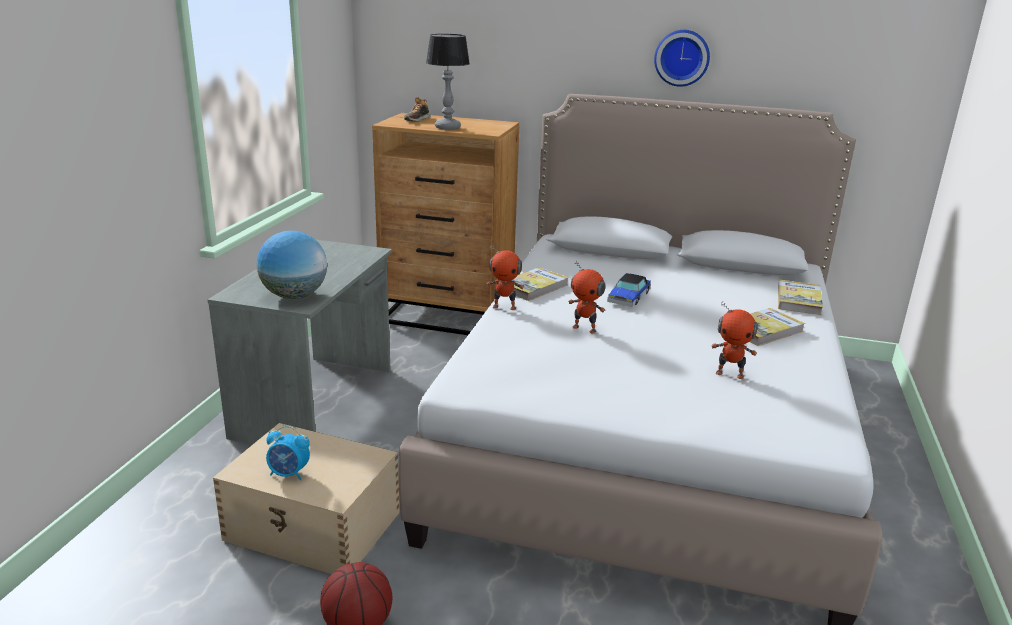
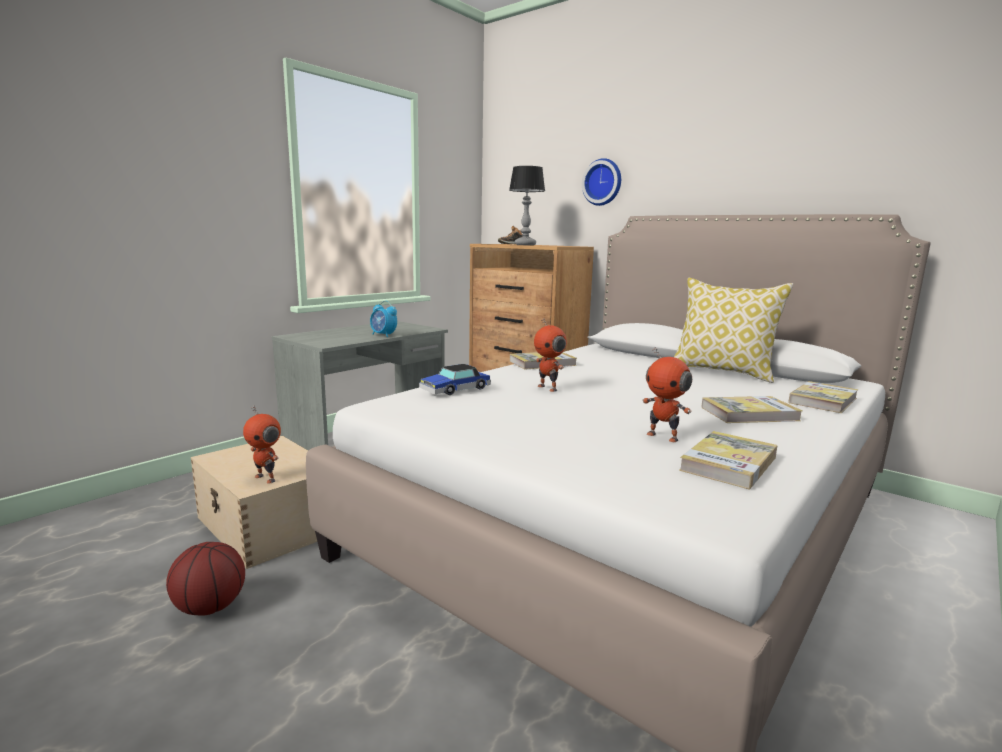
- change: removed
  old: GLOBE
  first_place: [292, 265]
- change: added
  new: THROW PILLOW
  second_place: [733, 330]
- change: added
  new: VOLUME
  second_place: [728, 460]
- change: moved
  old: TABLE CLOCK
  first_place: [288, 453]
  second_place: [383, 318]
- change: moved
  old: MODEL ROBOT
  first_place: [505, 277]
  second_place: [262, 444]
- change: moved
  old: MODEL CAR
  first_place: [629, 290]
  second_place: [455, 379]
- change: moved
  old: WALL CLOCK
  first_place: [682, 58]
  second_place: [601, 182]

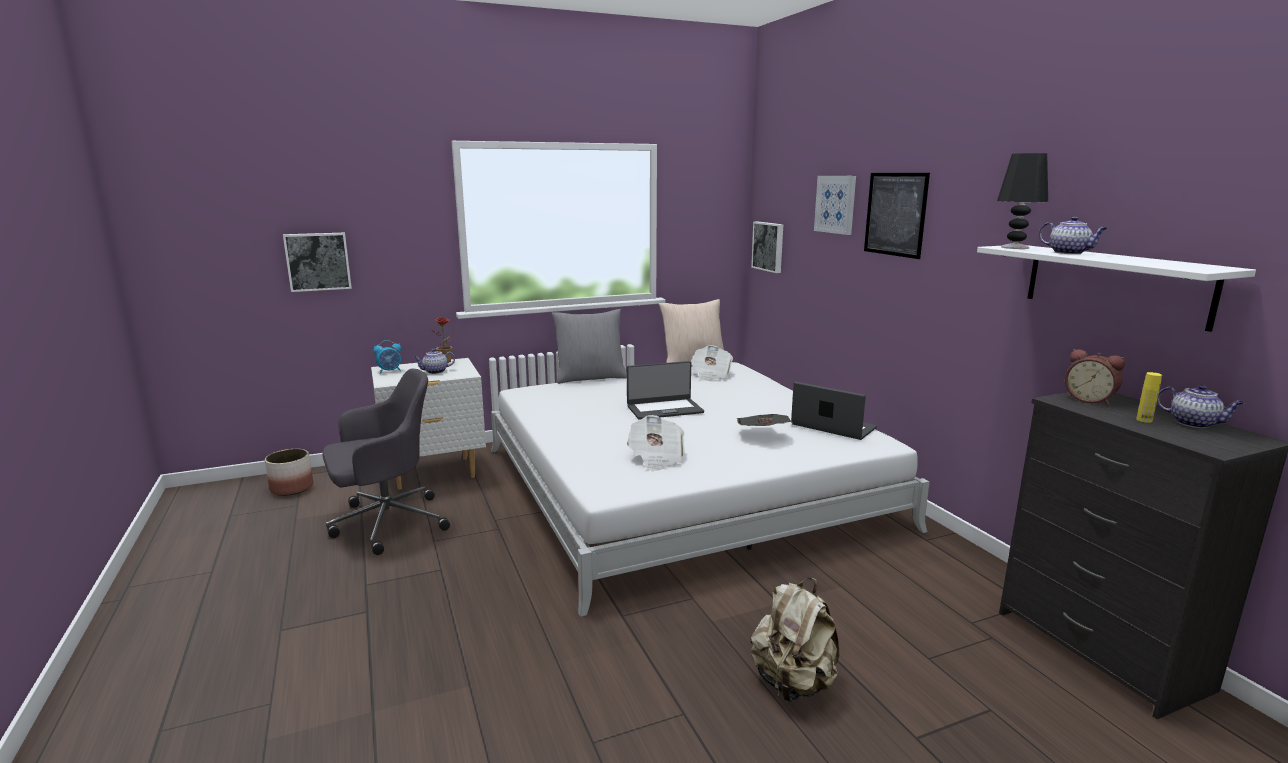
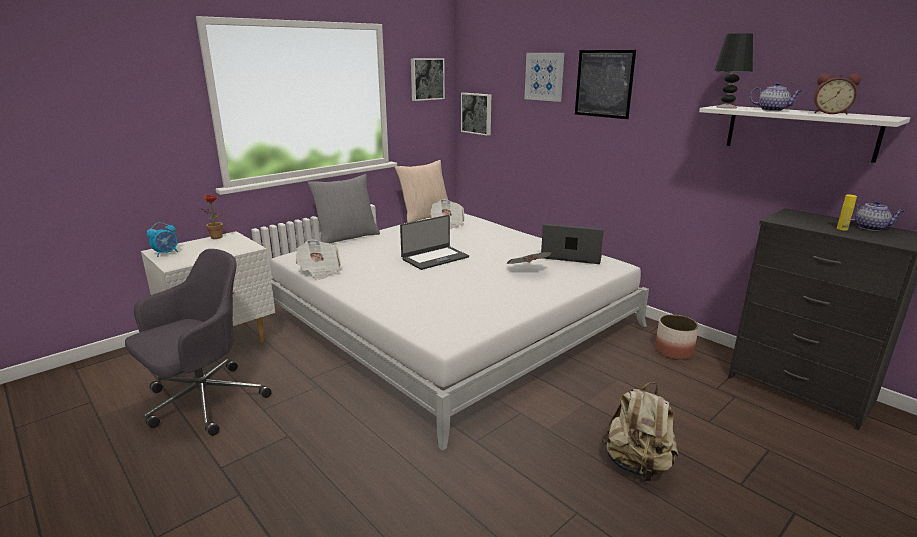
- change: removed
  old: TEAPOT
  first_place: [434, 361]
- change: moved
  old: FLOWER POT
  first_place: [289, 472]
  second_place: [677, 337]
- change: moved
  old: PICTURE
  first_place: [317, 262]
  second_place: [428, 79]
- change: moved
  old: PRINTED PAPER
  first_place: [656, 443]
  second_place: [318, 259]
- change: moved
  old: TABLE CLOCK
  first_place: [1095, 377]
  second_place: [837, 94]

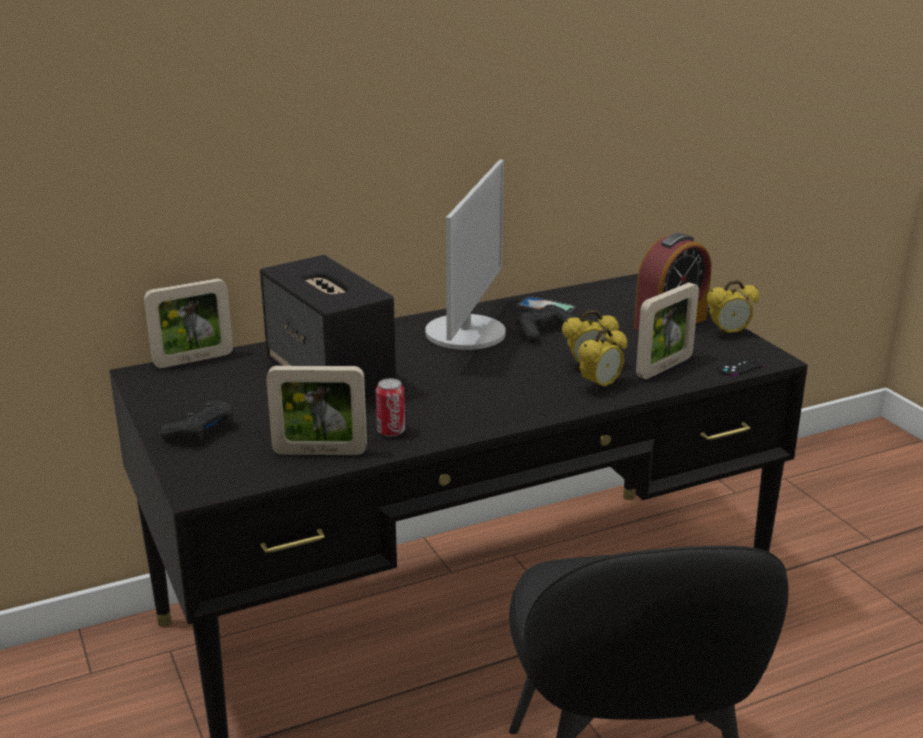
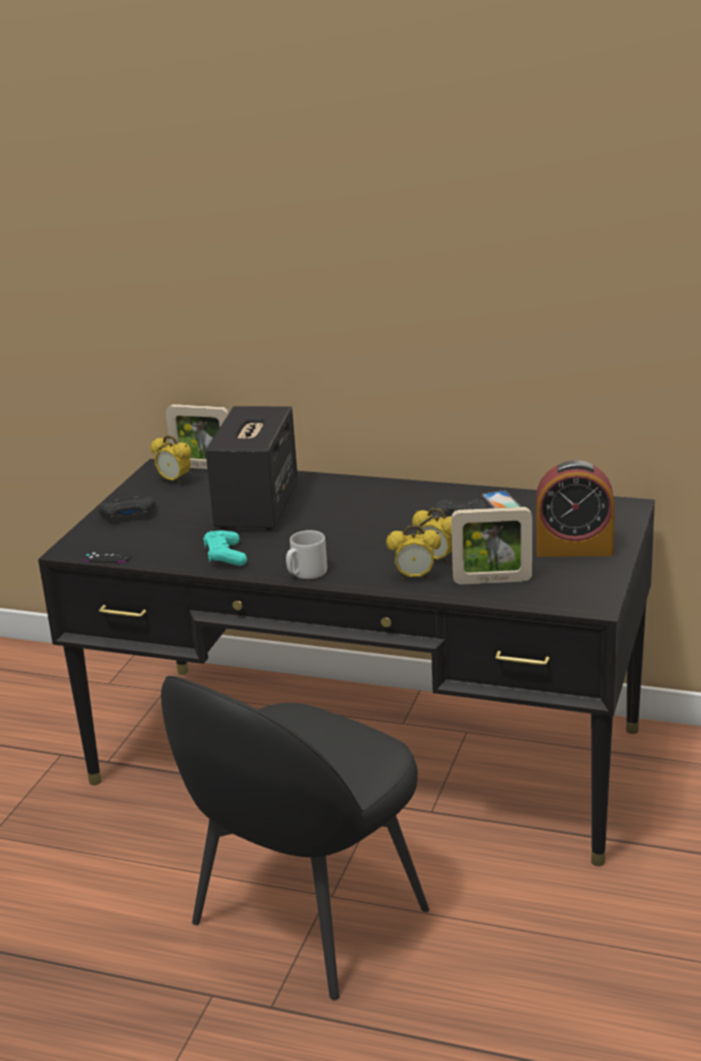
- change: removed
  old: PHOTO FRAME
  first_place: [316, 410]
- change: removed
  old: MONITOR
  first_place: [465, 254]
- change: added
  new: GREY COFFEE MUG
  second_place: [306, 554]
- change: moved
  old: TABLE CLOCK
  first_place: [733, 308]
  second_place: [171, 459]
- change: moved
  old: BLACK JOYPAD
  first_place: [741, 366]
  second_place: [107, 556]
- change: replaced
  old: METAL CAN
  new: BLUE-GREEN JOYPAD
  first_place: [390, 407]
  second_place: [225, 548]

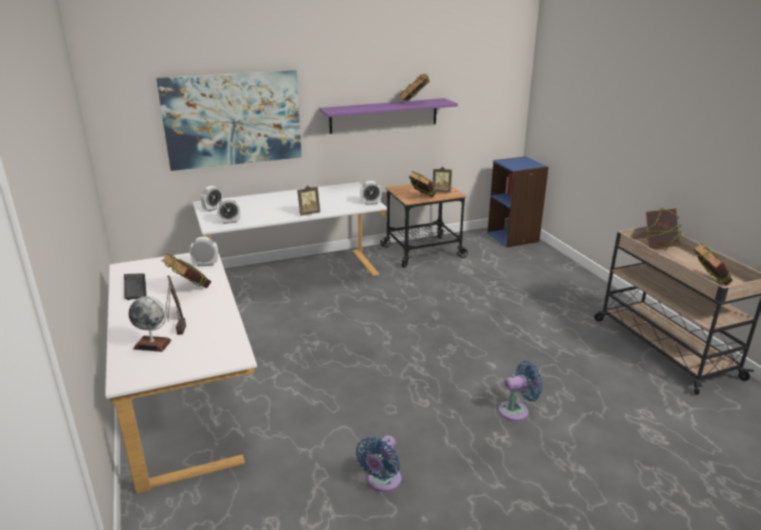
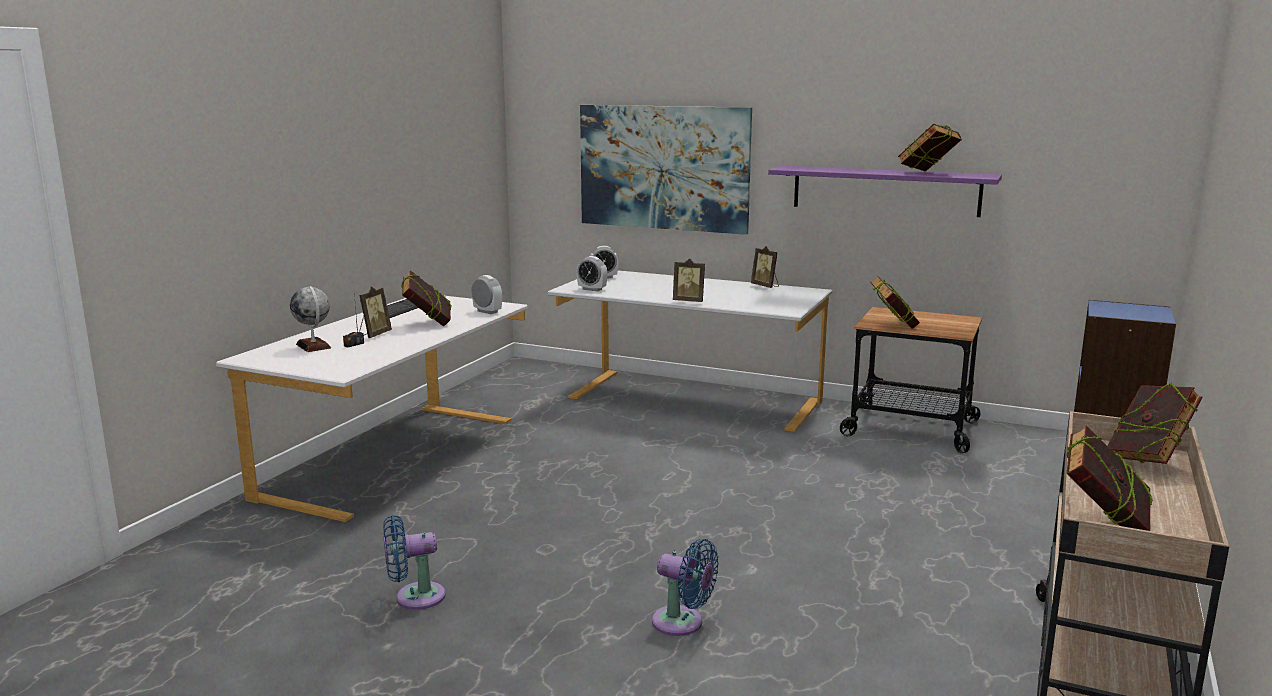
- change: removed
  old: TABLE CLOCK
  first_place: [371, 193]
- change: moved
  old: PHOTO FRAME
  first_place: [442, 180]
  second_place: [765, 267]

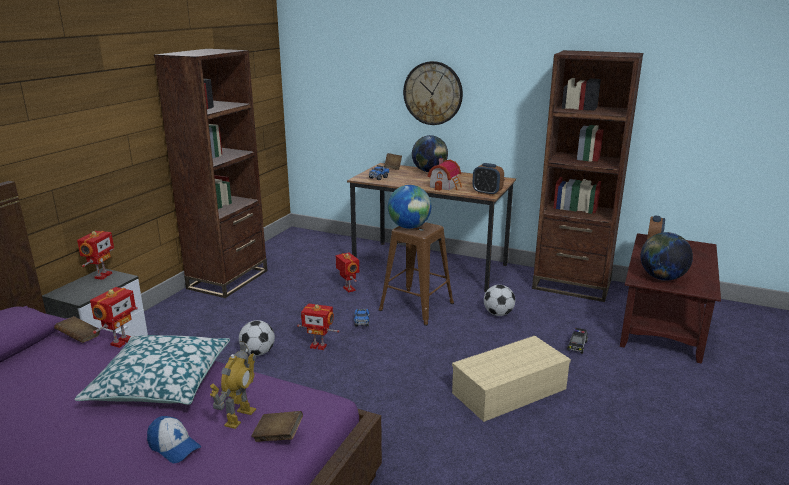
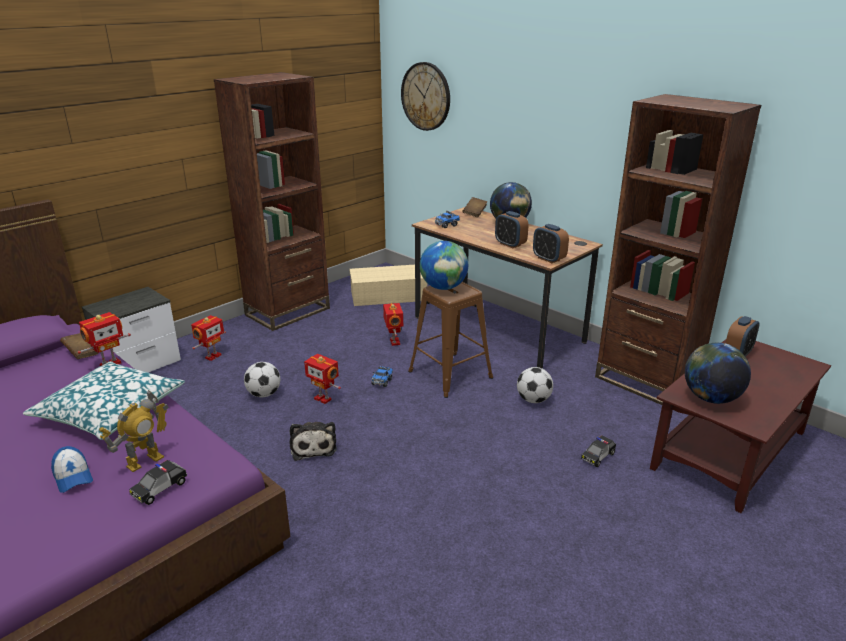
- change: added
  new: CUDDLY TOY
  second_place: [313, 441]
- change: moved
  old: MODEL ROBOT
  first_place: [95, 255]
  second_place: [208, 338]
- change: moved
  old: WALL CLOCK
  first_place: [433, 93]
  second_place: [425, 96]
- change: moved
  old: BEIGE-COLOURED STORAGE BIN
  first_place: [511, 379]
  second_place: [388, 285]
- change: replaced
  old: BROWN-COLOURED VOLUME
  new: MODEL CAR
  first_place: [277, 426]
  second_place: [158, 482]
- change: replaced
  old: MINIATURE HOUSE
  new: TABLE CLOCK
  first_place: [444, 174]
  second_place: [511, 229]

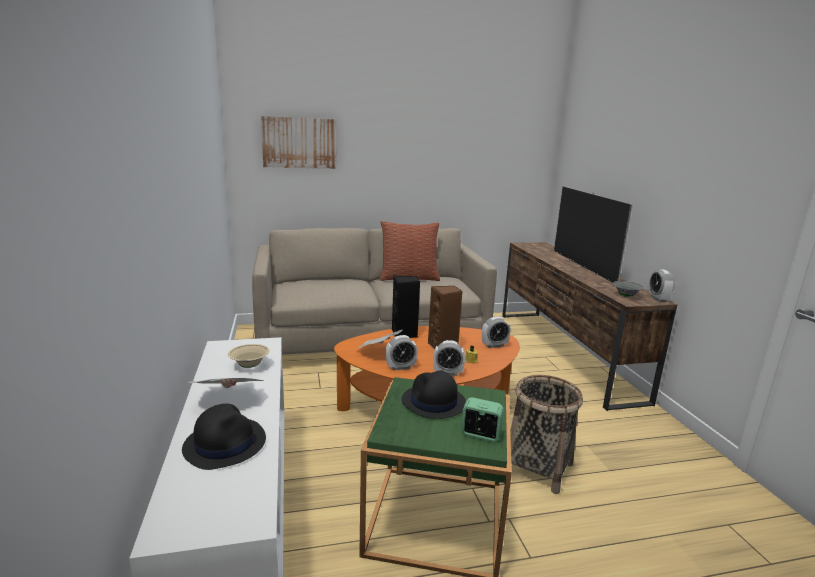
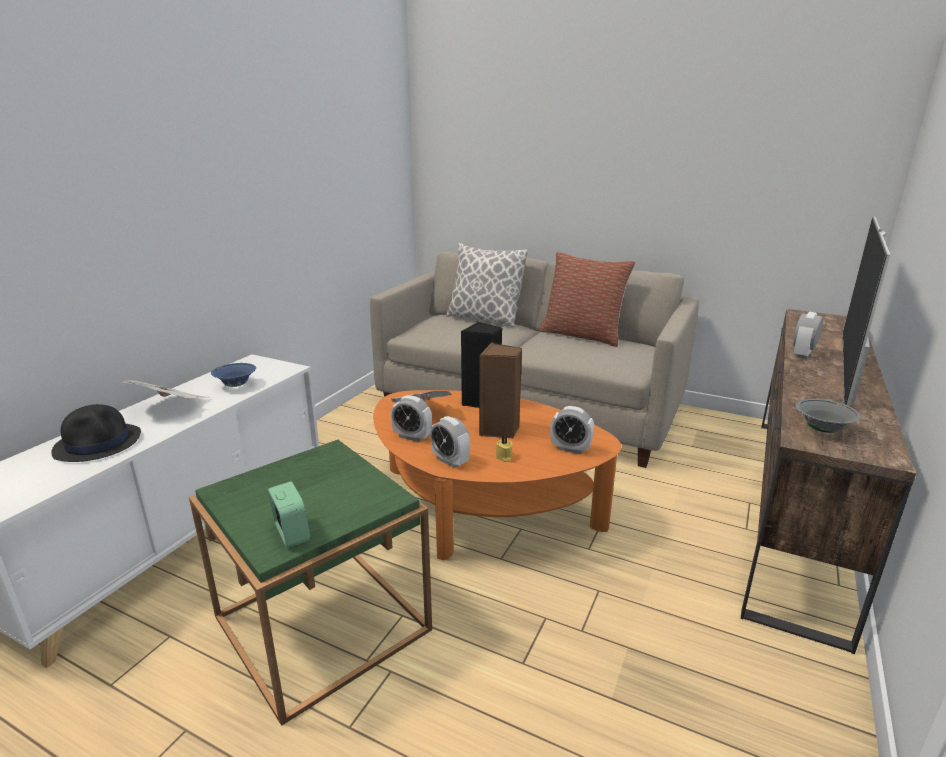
- change: removed
  old: PICTURE
  first_place: [298, 142]
- change: removed
  old: BLACK WEARABLE HAT
  first_place: [433, 394]
- change: removed
  old: HOUSEHOLD BASKET
  first_place: [546, 434]
- change: added
  new: THROW PILLOW
  second_place: [487, 285]
- change: moved
  old: TABLE CLOCK
  first_place: [661, 286]
  second_place: [808, 335]
- change: recoloured
  old: BEIGE-COLOURED BOWL
  new: BLUE BOWL
  first_place: [249, 356]
  second_place: [233, 375]

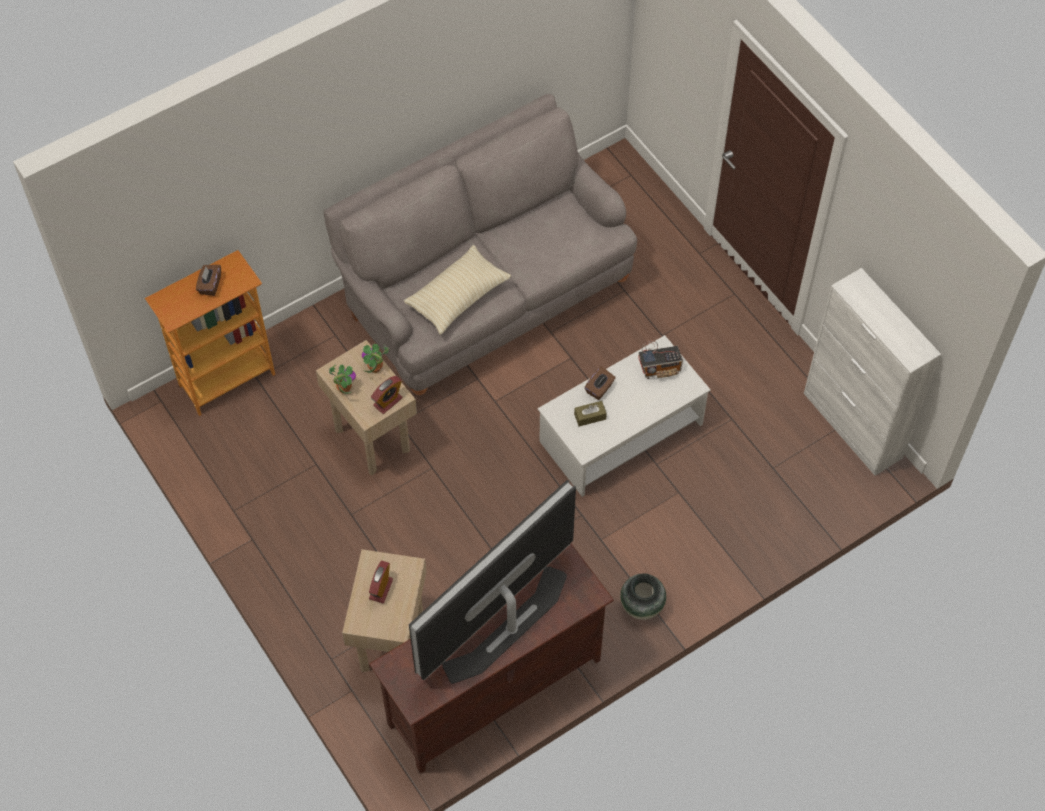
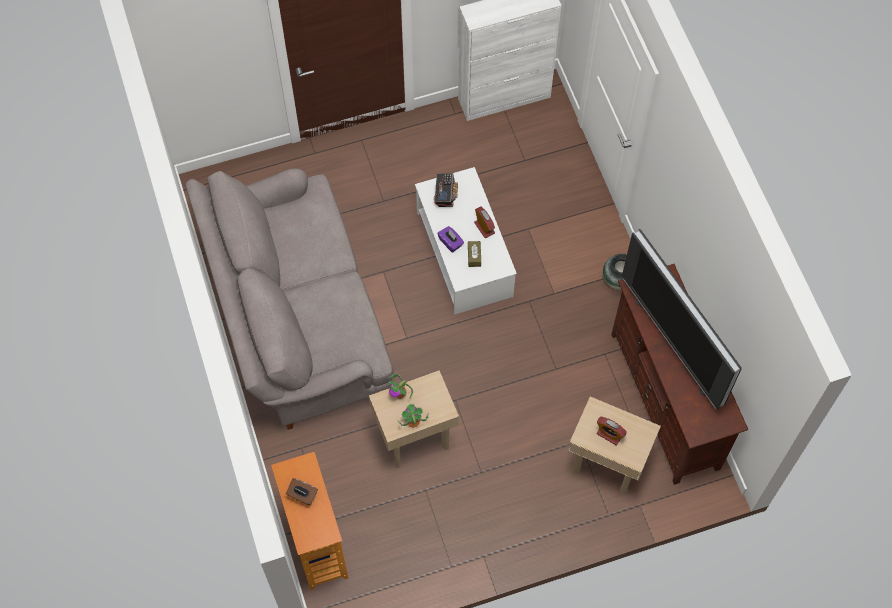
- change: removed
  old: BEIGE-COLOURED THROW PILLOW
  first_place: [457, 290]
- change: moved
  old: TABLE CLOCK
  first_place: [386, 395]
  second_place: [484, 222]
- change: recoloured
  old: BROWN-COLOURED BOX OF TISSUES
  new: PURPLE BOX OF TISSUES
  first_place: [600, 383]
  second_place: [450, 239]

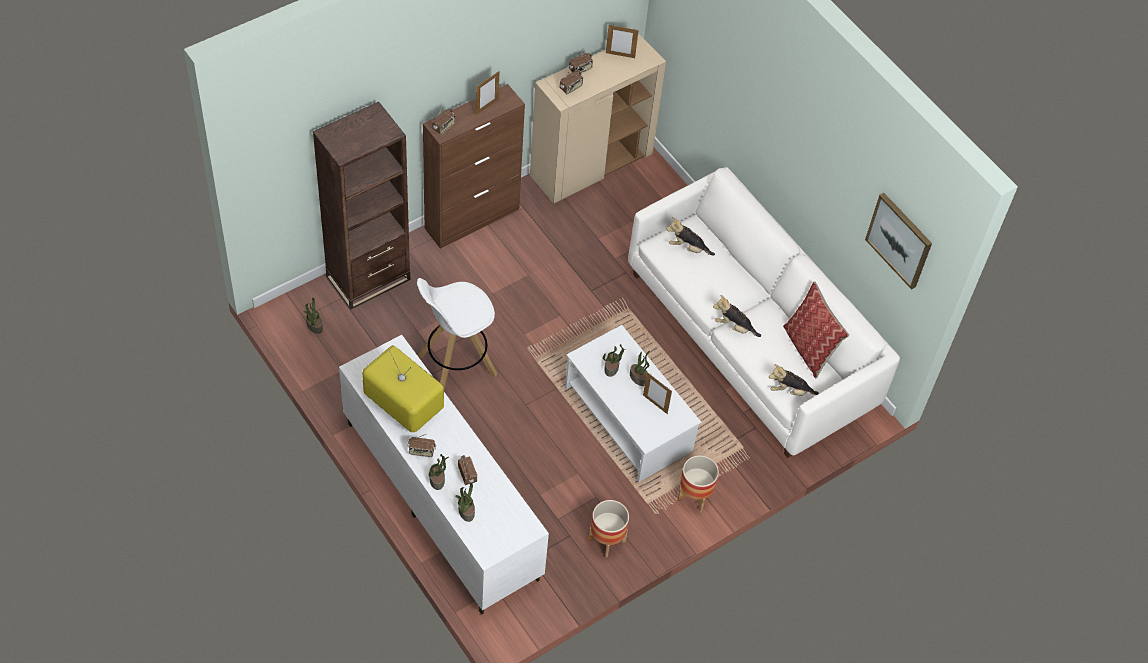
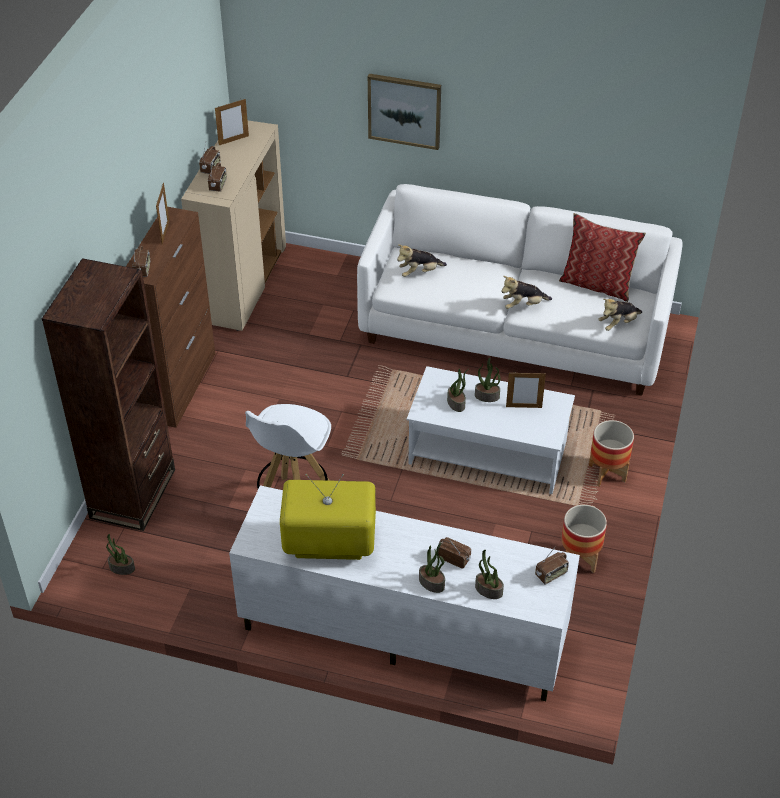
- change: moved
  old: RADIO
  first_place: [422, 445]
  second_place: [552, 565]
- change: moved
  old: PICTURE
  first_place: [898, 241]
  second_place: [404, 112]

